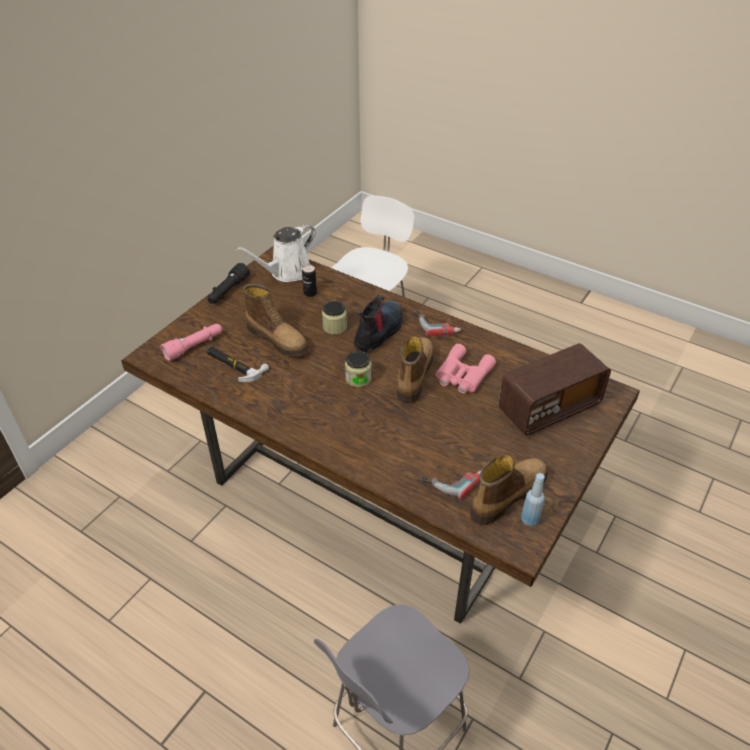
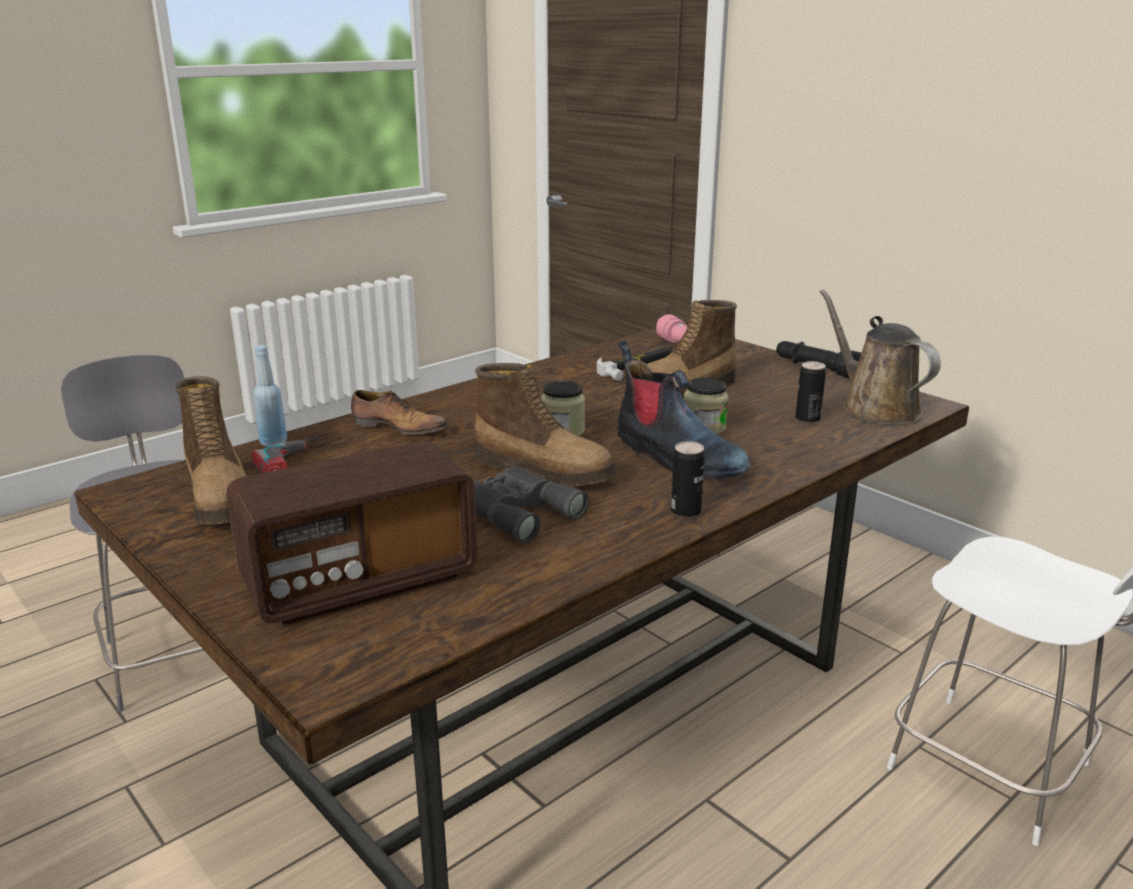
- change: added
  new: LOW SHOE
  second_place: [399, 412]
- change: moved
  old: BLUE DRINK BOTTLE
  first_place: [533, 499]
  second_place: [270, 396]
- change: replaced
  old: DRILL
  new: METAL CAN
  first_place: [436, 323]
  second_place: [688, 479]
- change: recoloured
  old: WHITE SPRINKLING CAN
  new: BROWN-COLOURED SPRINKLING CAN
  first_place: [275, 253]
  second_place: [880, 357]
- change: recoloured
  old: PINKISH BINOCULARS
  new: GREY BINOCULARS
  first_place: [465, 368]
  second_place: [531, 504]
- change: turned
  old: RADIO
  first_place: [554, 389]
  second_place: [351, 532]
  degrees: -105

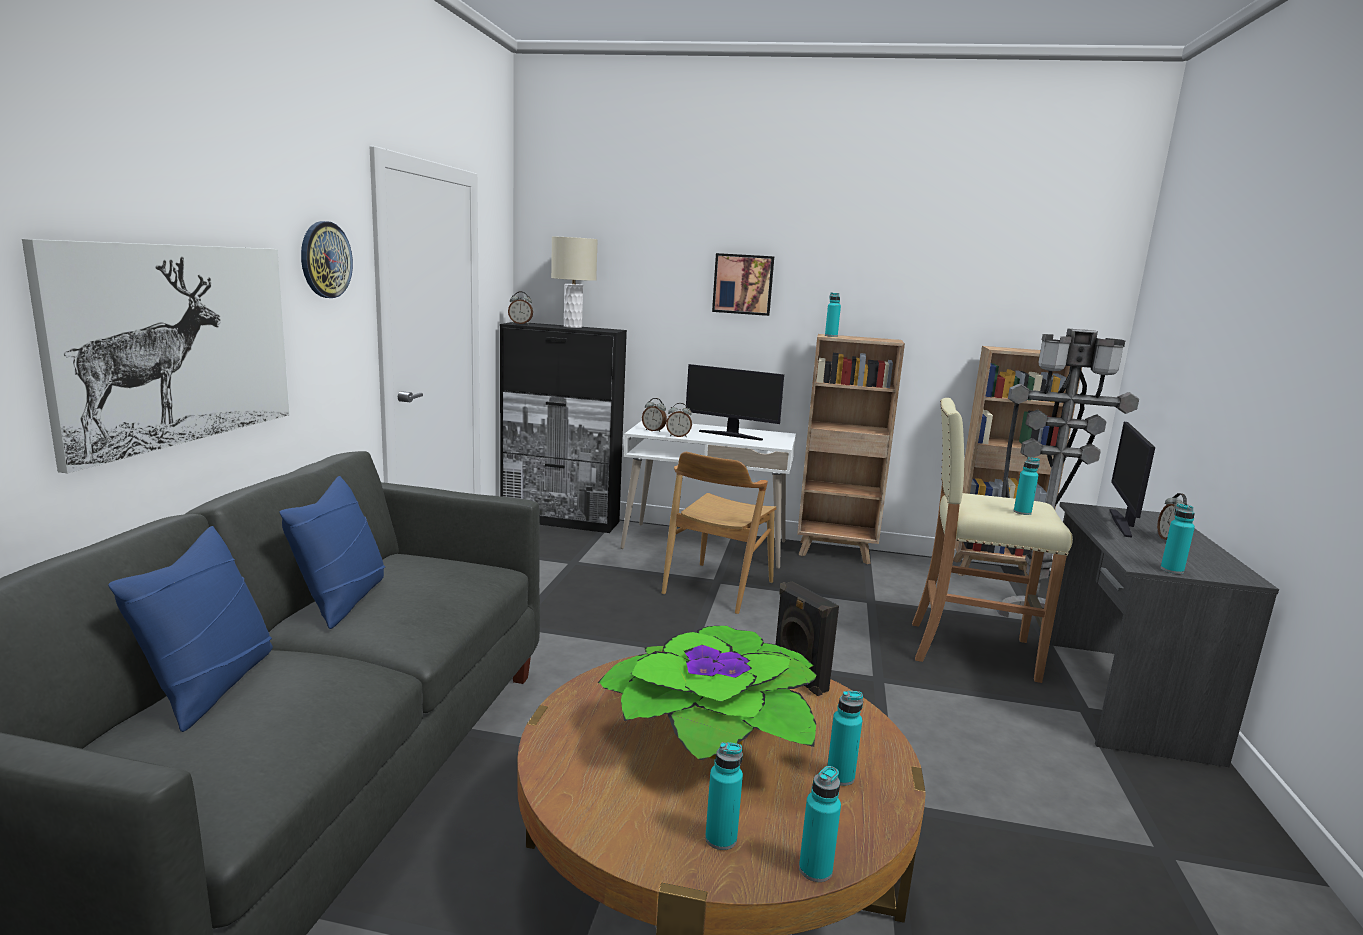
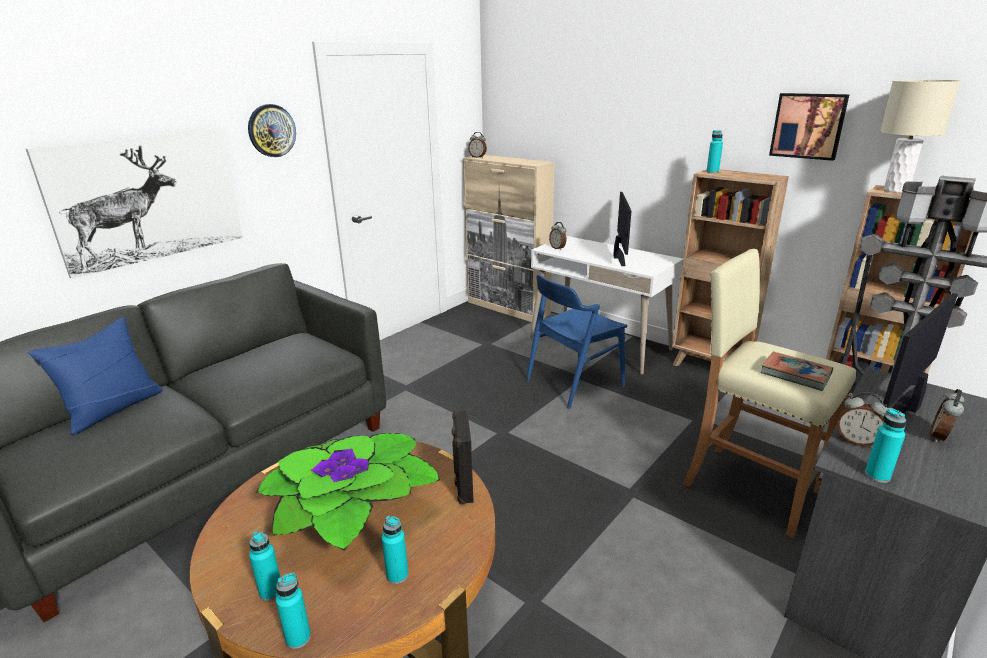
- change: removed
  old: BLUE THROW PILLOW
  first_place: [332, 552]
- change: moved
  old: BEIGE-COLOURED TABLE LAMP
  first_place: [574, 282]
  second_place: [920, 136]
- change: moved
  old: TABLE CLOCK
  first_place: [679, 420]
  second_place: [862, 420]
- change: moved
  old: PICTURE
  first_place: [743, 284]
  second_place: [809, 127]
- change: replaced
  old: BLUE-GREEN DRINK BOTTLE
  new: VOLUME
  first_place: [1027, 486]
  second_place: [797, 371]
- change: recoloured
  old: BLACK CABINET
  new: BEIGE-COLOURED CABINET
  first_place: [563, 427]
  second_place: [509, 238]
- change: recoloured
  old: BROWN-COLOURED UPRIGHT CHAIR
  new: BLUE UPRIGHT CHAIR
  first_place: [719, 533]
  second_place: [576, 341]
- change: turned
  old: MONITOR
  first_place: [735, 402]
  second_place: [622, 229]
  degrees: -135

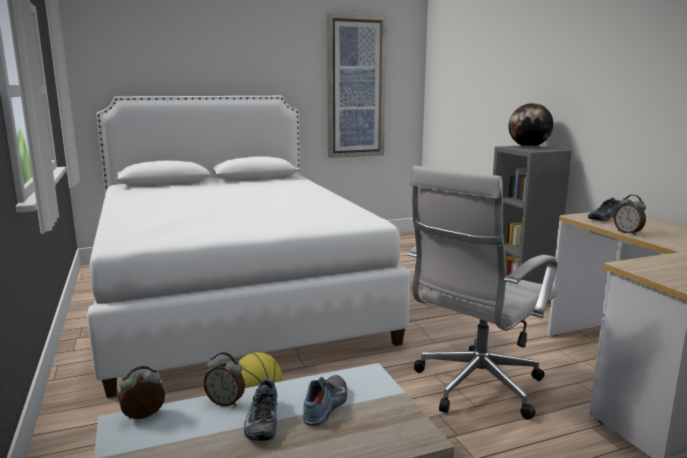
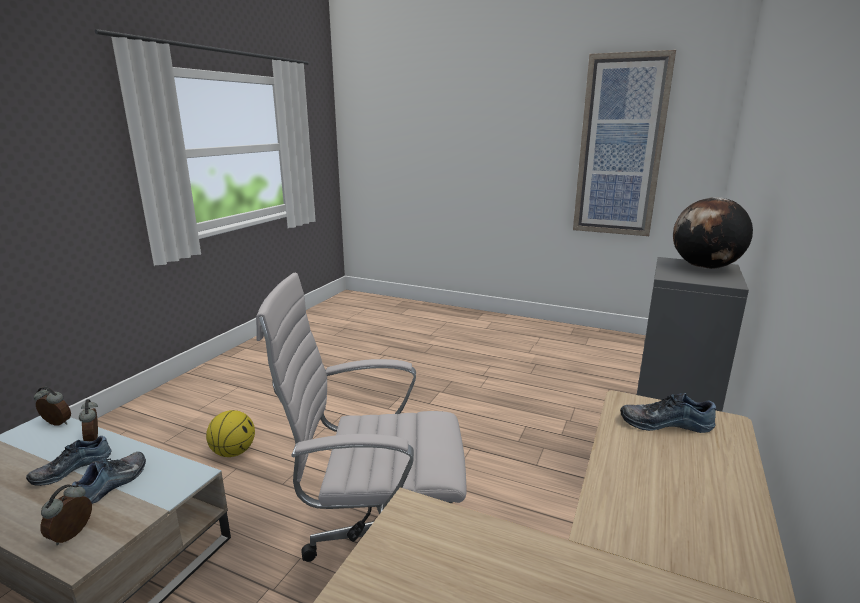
- change: removed
  old: WHITE SLEEPING BED
  first_place: [248, 247]
- change: moved
  old: TABLE CLOCK
  first_place: [630, 215]
  second_place: [66, 514]
- change: turned
  old: LOW SHOE
  first_place: [325, 400]
  second_place: [109, 478]
  degrees: -45

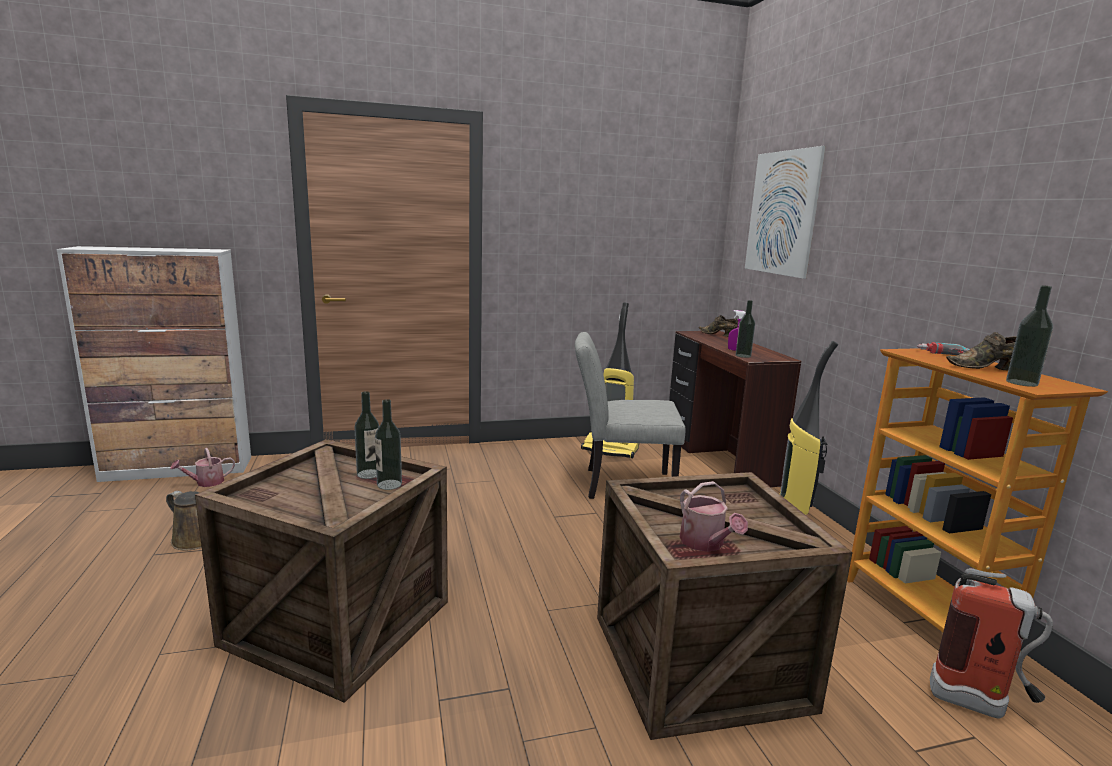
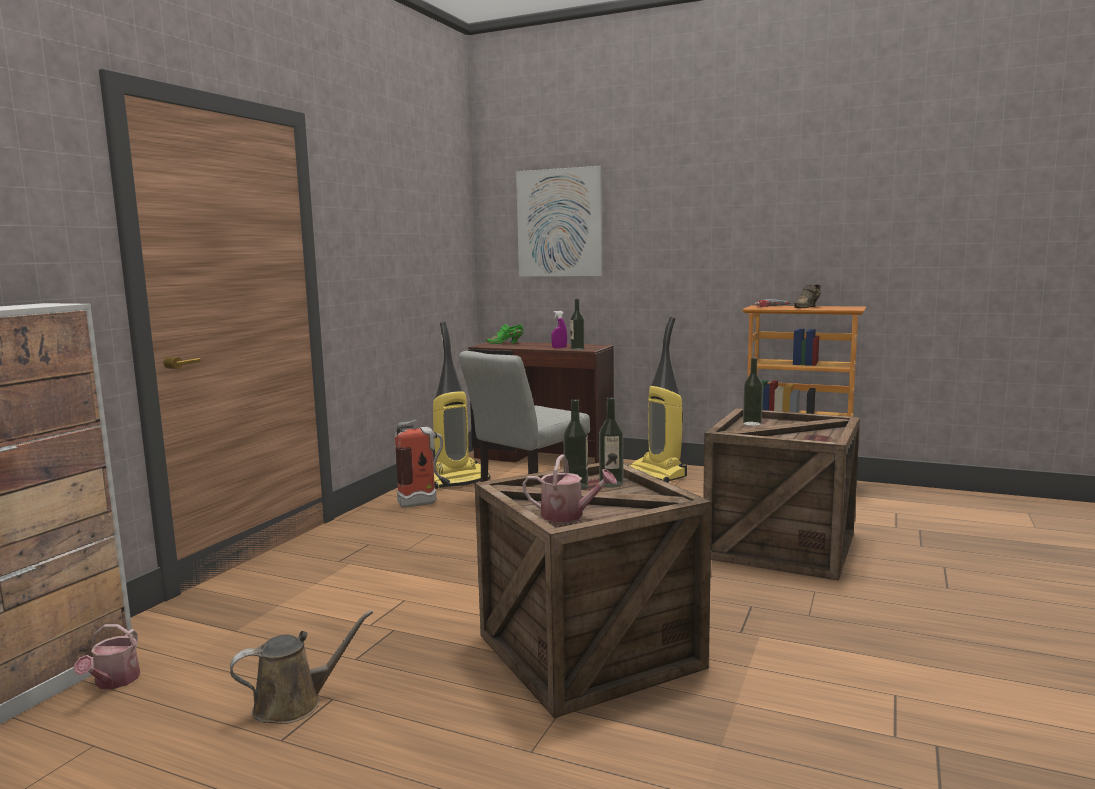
- change: moved
  old: SPRINKLING CAN
  first_place: [714, 516]
  second_place: [569, 488]
- change: moved
  old: FIRE EXTINGUISHER
  first_place: [991, 643]
  second_place: [422, 464]
- change: moved
  old: DRINK BOTTLE
  first_place: [1029, 336]
  second_place: [753, 392]
- change: recoloured
  old: BROWN-COLOURED LOW SHOE
  new: GREEN-COLOURED LOW SHOE
  first_place: [718, 326]
  second_place: [504, 334]

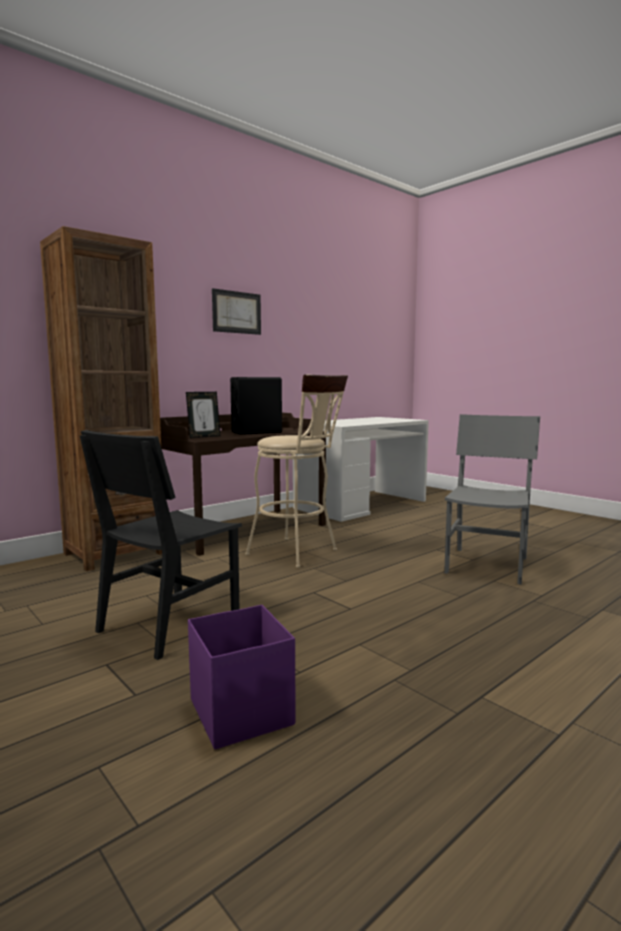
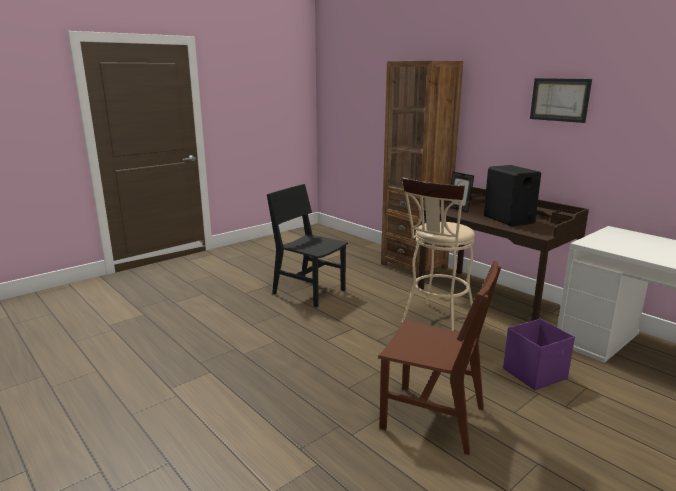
- change: moved
  old: PURPLE STORAGE BIN
  first_place: [242, 677]
  second_place: [539, 354]
- change: recoloured
  old: GREY UPRIGHT CHAIR
  new: BROWN-COLOURED UPRIGHT CHAIR
  first_place: [492, 499]
  second_place: [440, 358]

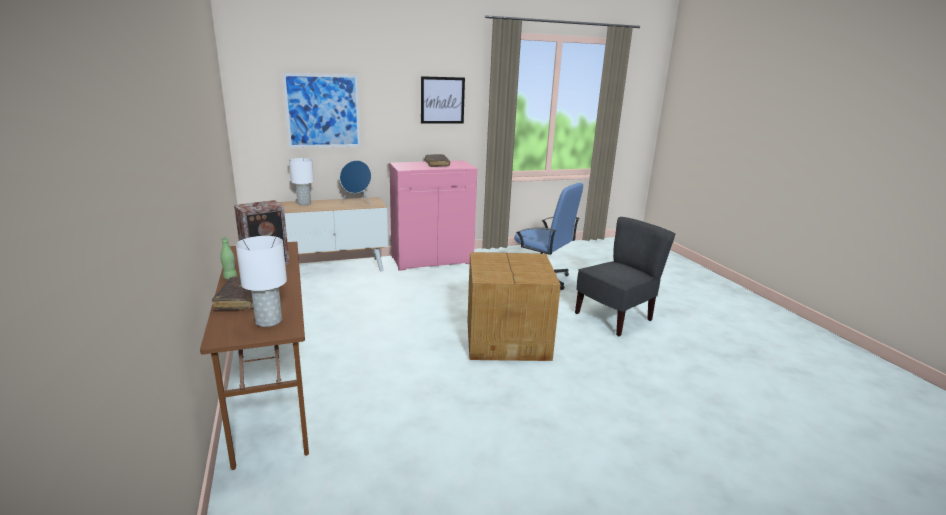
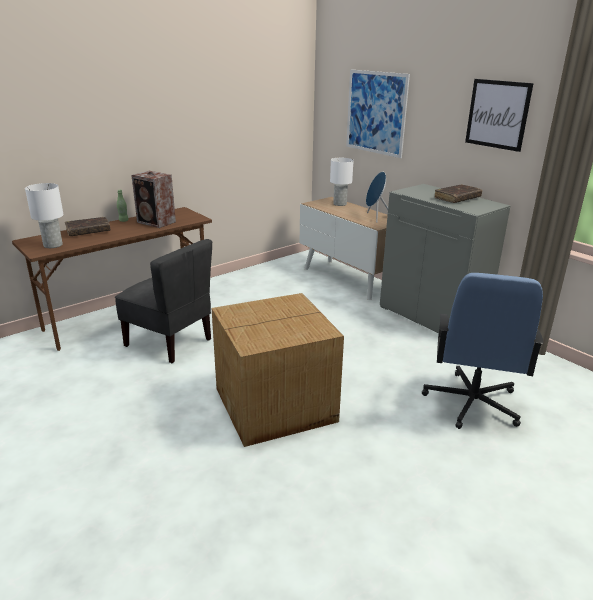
- change: moved
  old: GREY UPRIGHT CHAIR
  first_place: [625, 276]
  second_place: [163, 301]
- change: recoloured
  old: PINKISH CABINET
  new: GREY CABINET
  first_place: [433, 216]
  second_place: [445, 258]

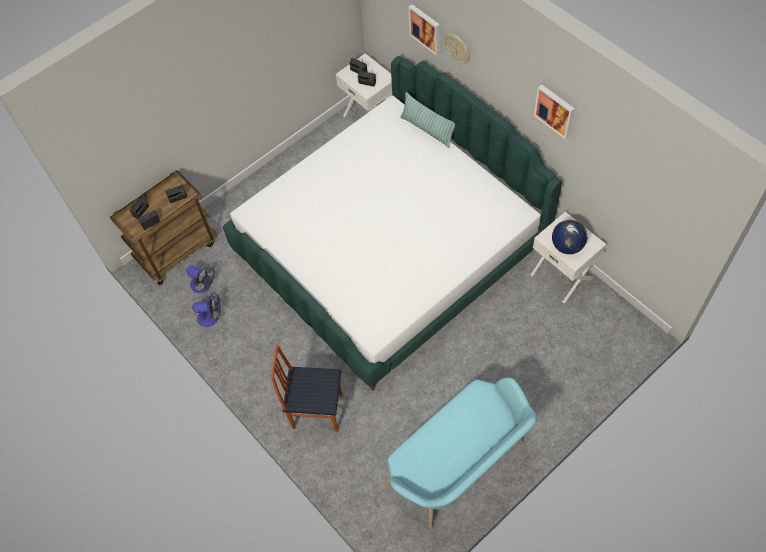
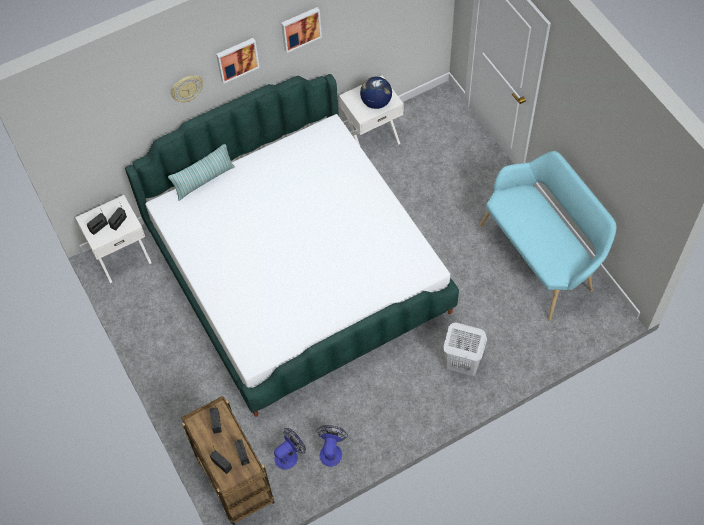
- change: moved
  old: PICTURE
  first_place: [424, 29]
  second_place: [238, 61]
- change: replaced
  old: UPRIGHT CHAIR
  new: WHITE WASHING BASKET
  first_place: [306, 388]
  second_place: [465, 349]

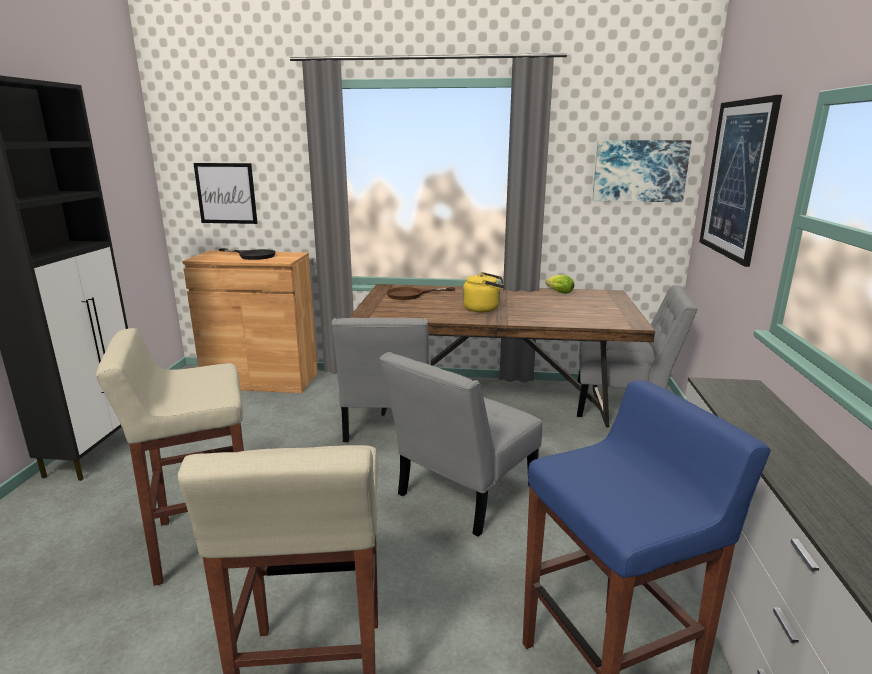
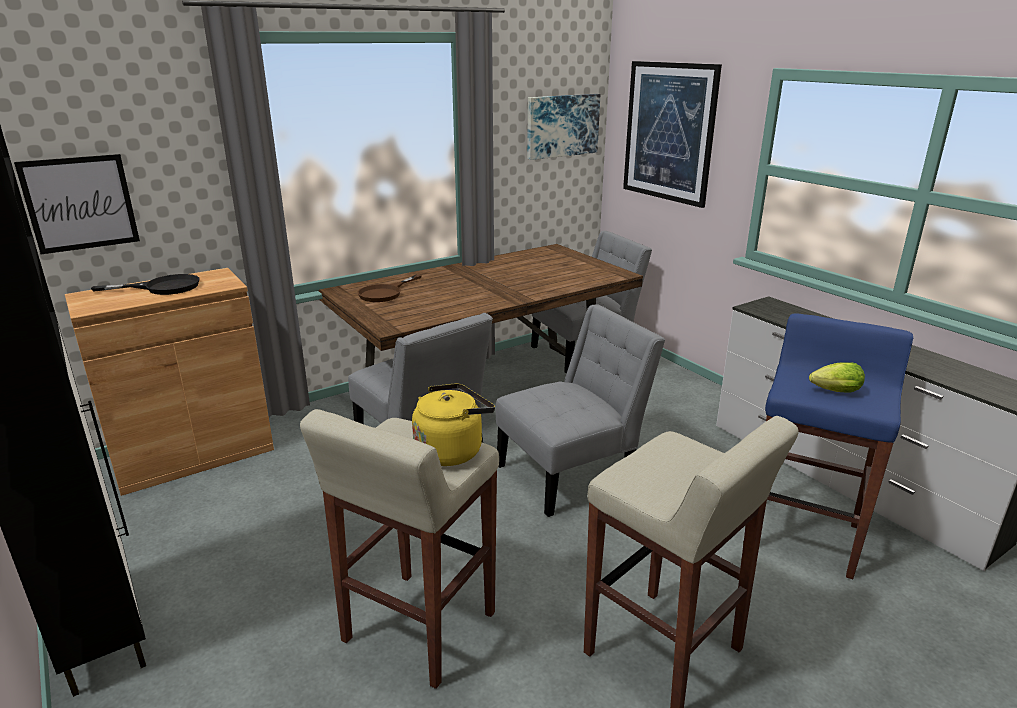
- change: moved
  old: YELLOW-COLOURED KETTLE
  first_place: [483, 292]
  second_place: [453, 424]
- change: moved
  old: LETTUCE
  first_place: [559, 284]
  second_place: [837, 377]
- change: turned
  old: GREY UPRIGHT CHAIR
  first_place: [460, 444]
  second_place: [580, 410]
  degrees: -120

